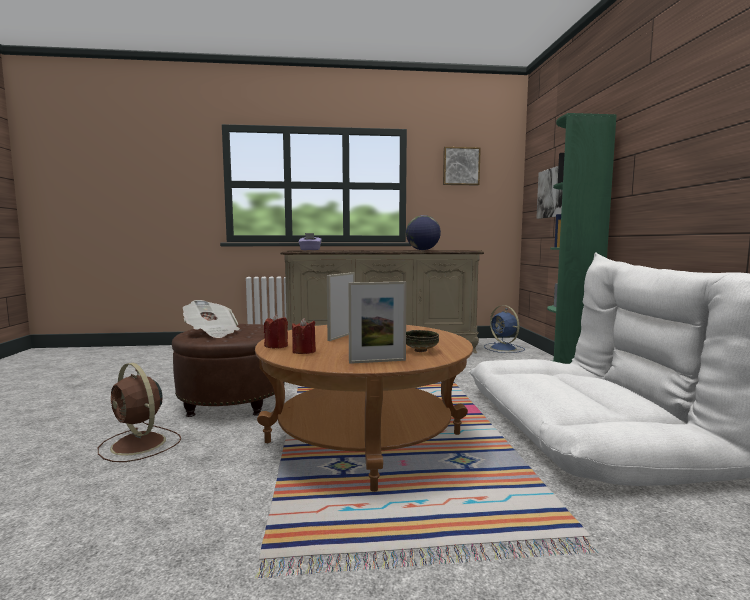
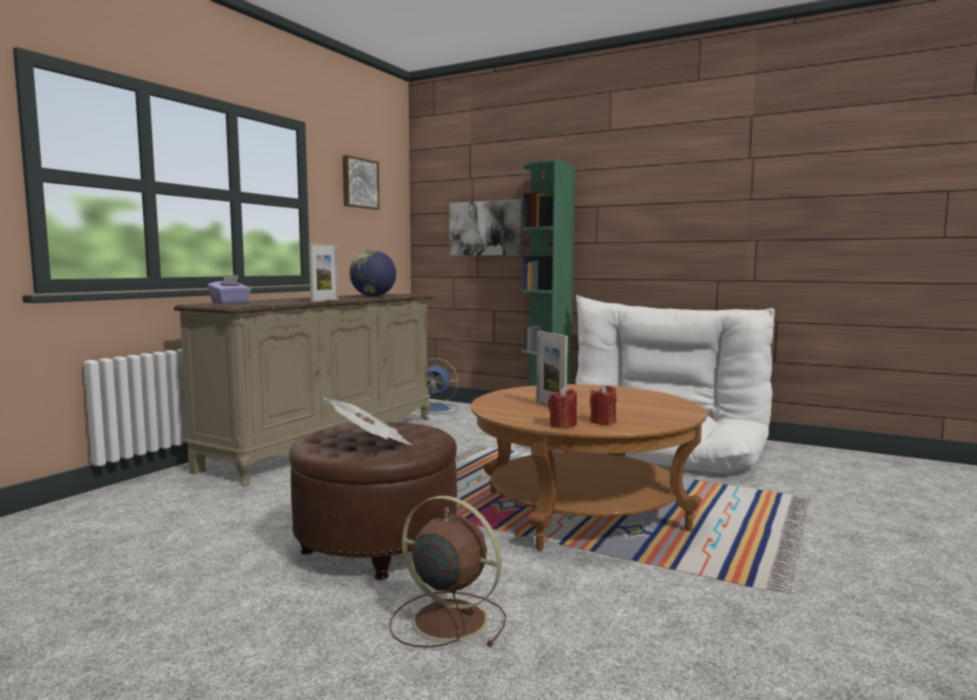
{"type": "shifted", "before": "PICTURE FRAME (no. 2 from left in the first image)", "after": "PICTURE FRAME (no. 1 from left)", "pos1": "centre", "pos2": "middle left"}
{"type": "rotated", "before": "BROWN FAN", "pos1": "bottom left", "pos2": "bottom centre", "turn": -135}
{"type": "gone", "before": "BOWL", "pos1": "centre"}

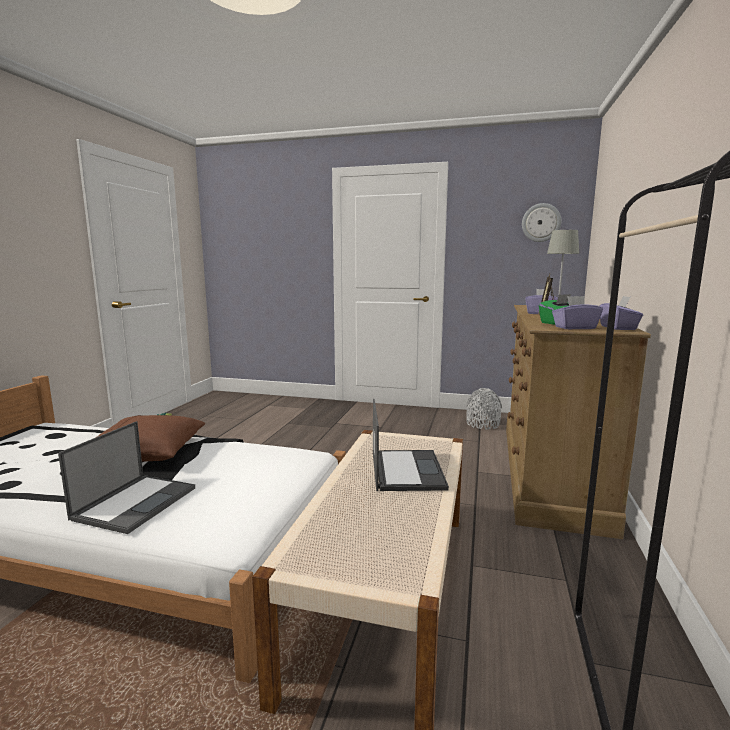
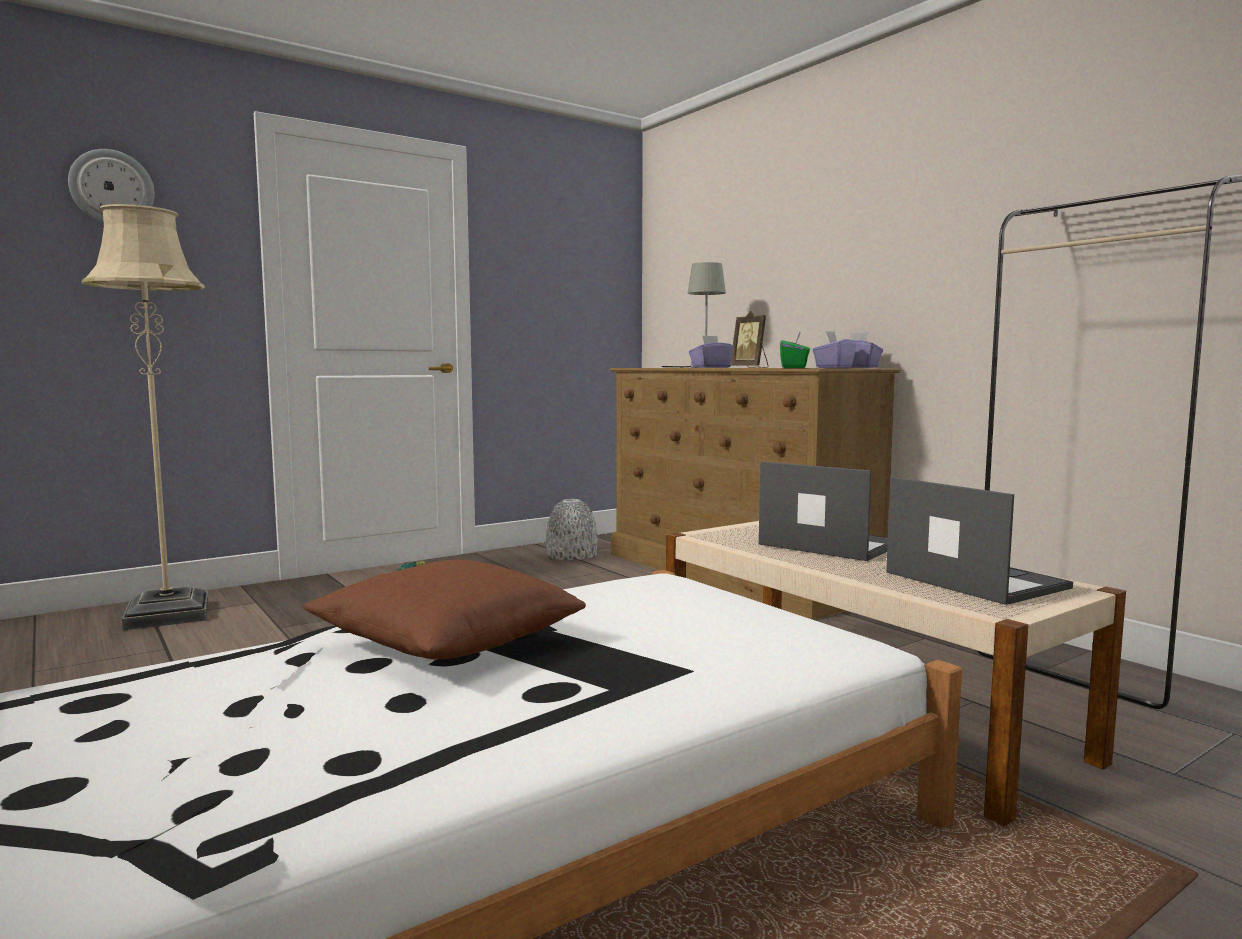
{"type": "shifted", "before": "WALL CLOCK", "pos1": "top right", "pos2": "top left"}
{"type": "new", "after": "BEIGE FLOOR LAMP", "pos2": "middle left"}
{"type": "shifted", "before": "LAPTOP (no. 1 from left in the first image)", "after": "LAPTOP (no. 2 from left)", "pos1": "middle left", "pos2": "middle right"}

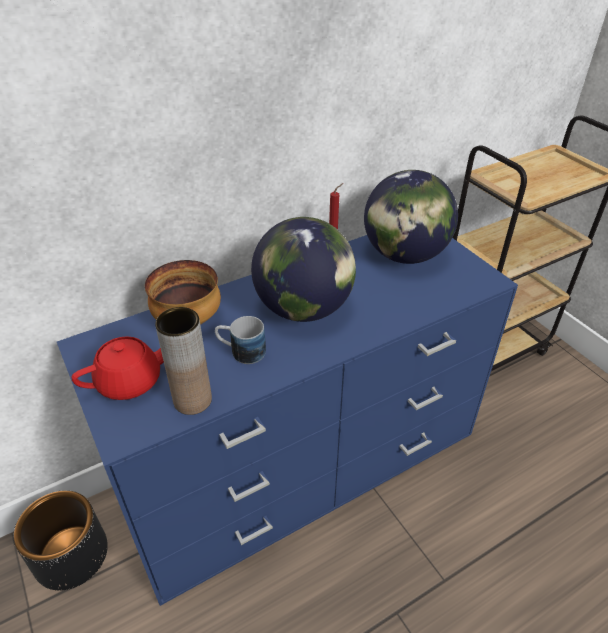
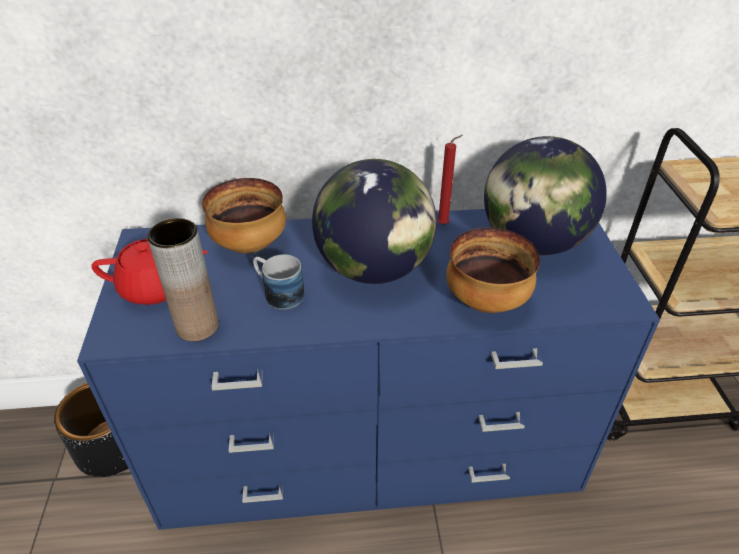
{"type": "new", "after": "BOWL (no. 2 from left)", "pos2": "middle right"}

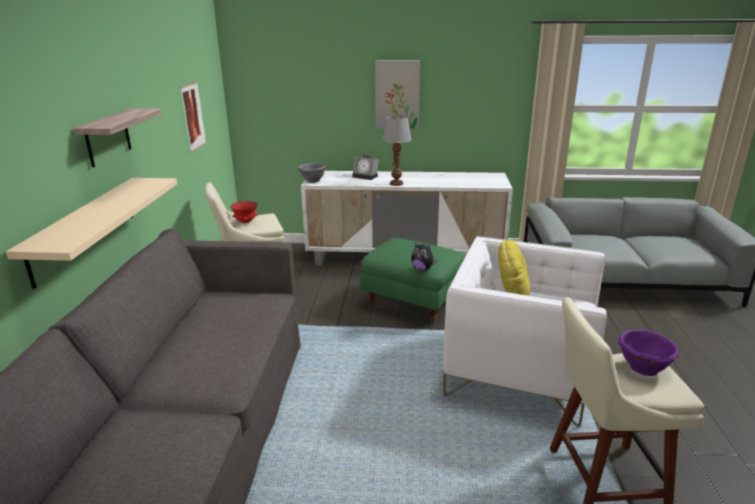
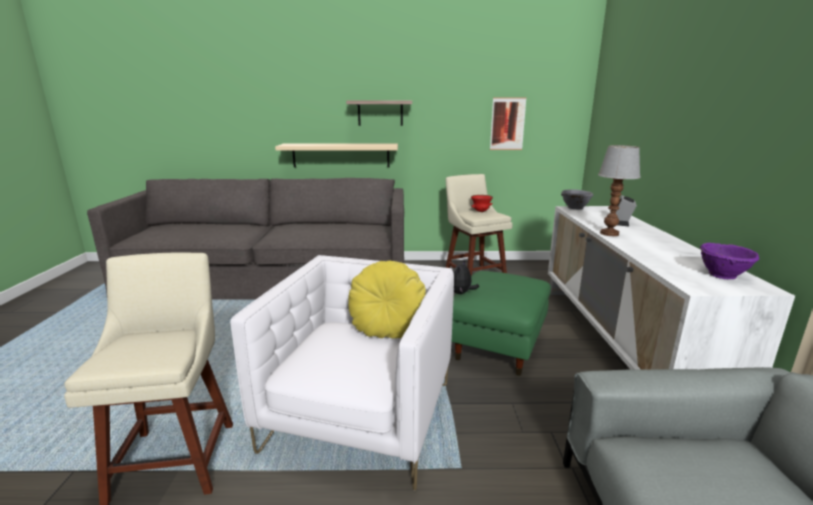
{"type": "shifted", "before": "PURPLE BOWL", "pos1": "bottom right", "pos2": "middle right"}
{"type": "gone", "before": "PICTURE (no. 2 from left)", "pos1": "top centre"}

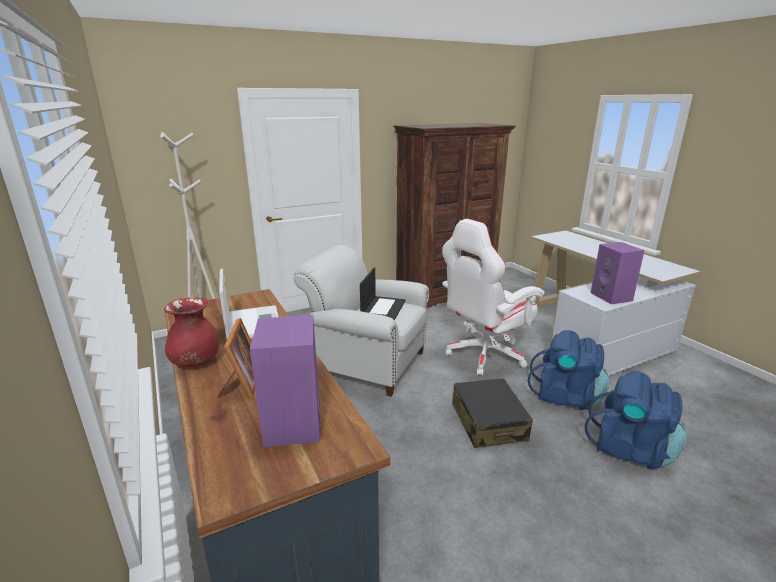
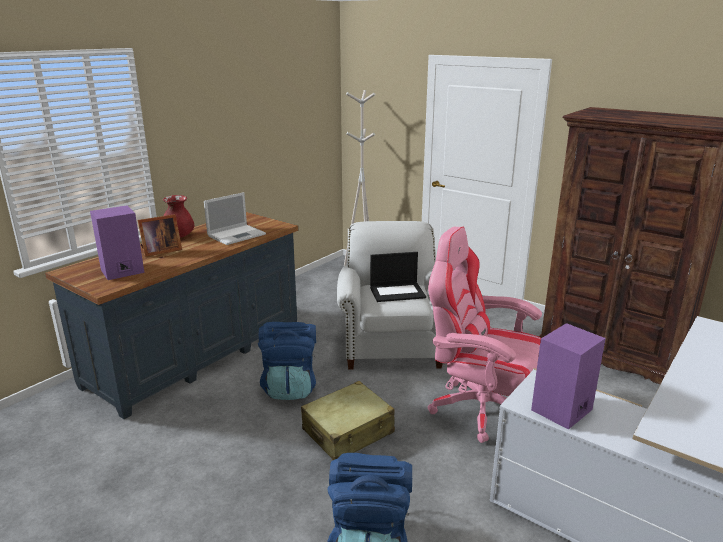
{"type": "shifted", "before": "BLUE BACKPACK (no. 1 from left)", "pos1": "middle right", "pos2": "centre"}
{"type": "repainted", "before": "BLACK SUITCASE", "after": "BEIGE SUITCASE", "pos1": "bottom centre", "pos2": "bottom centre"}
{"type": "repainted", "before": "WHITE OFFICE CHAIR", "after": "PINK OFFICE CHAIR", "pos1": "centre", "pos2": "middle right"}

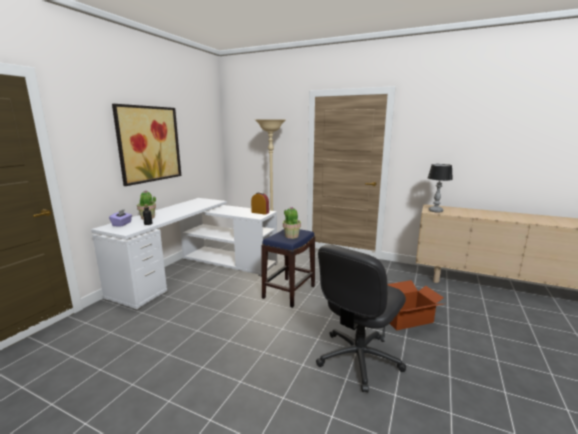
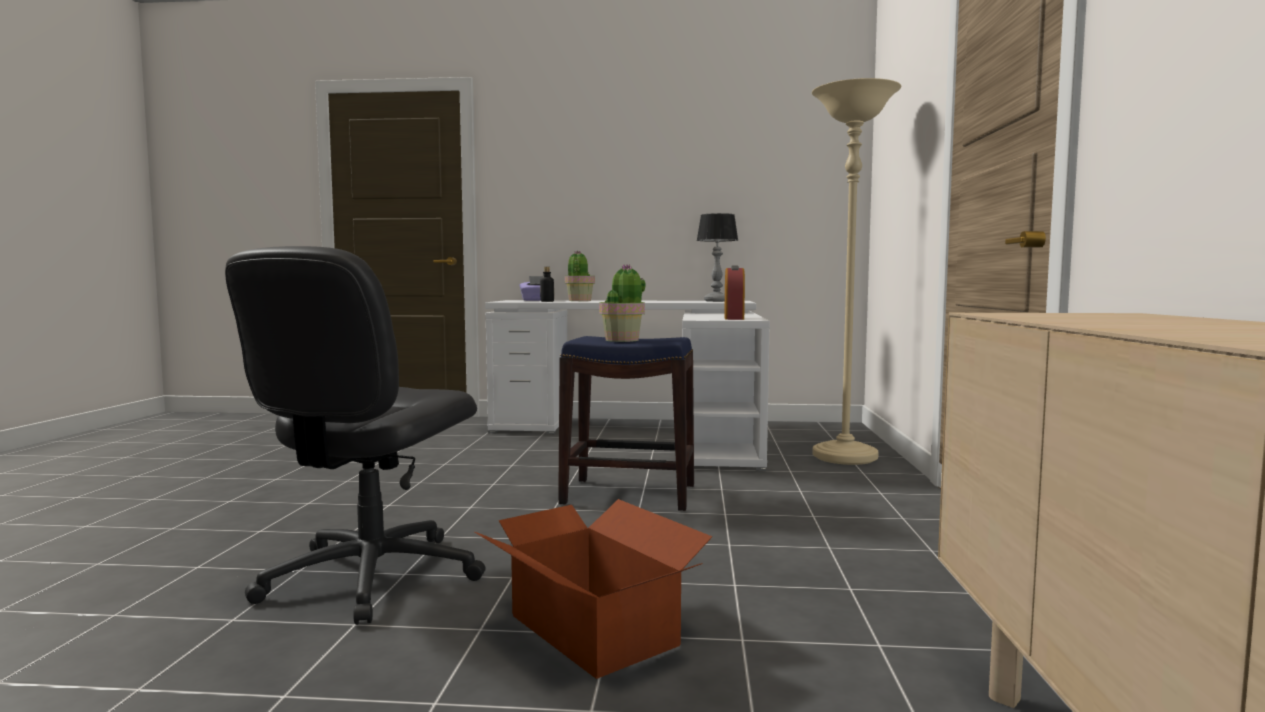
{"type": "rotated", "before": "BLACK OFFICE CHAIR", "pos1": "bottom centre", "pos2": "middle left", "turn": -90}
{"type": "shifted", "before": "TABLE LAMP", "pos1": "middle right", "pos2": "centre"}
{"type": "gone", "before": "PICTURE", "pos1": "middle left"}

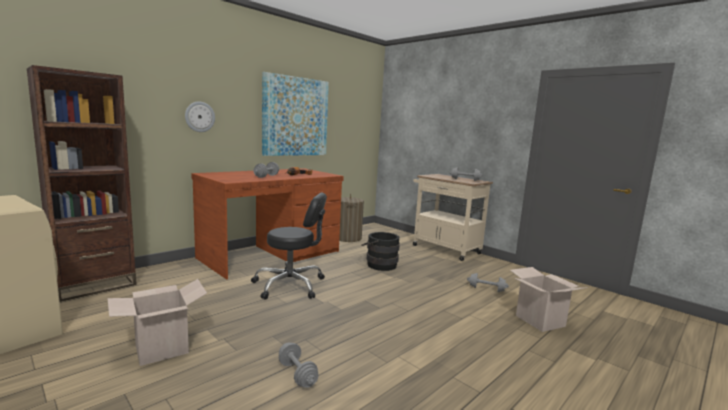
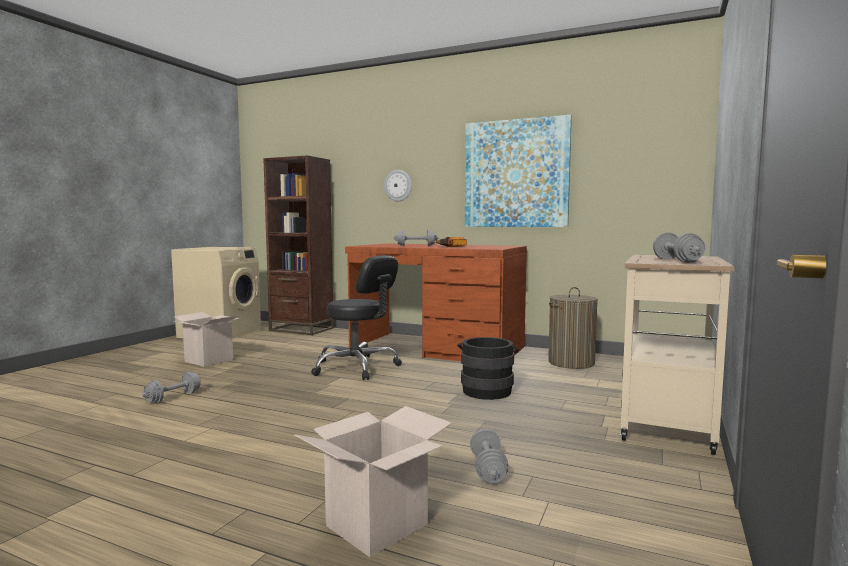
{"type": "rotated", "before": "BLACK OFFICE CHAIR", "pos1": "centre", "pos2": "centre", "turn": -45}

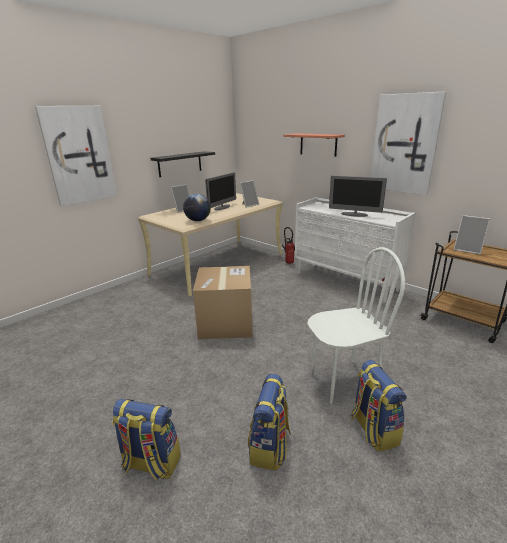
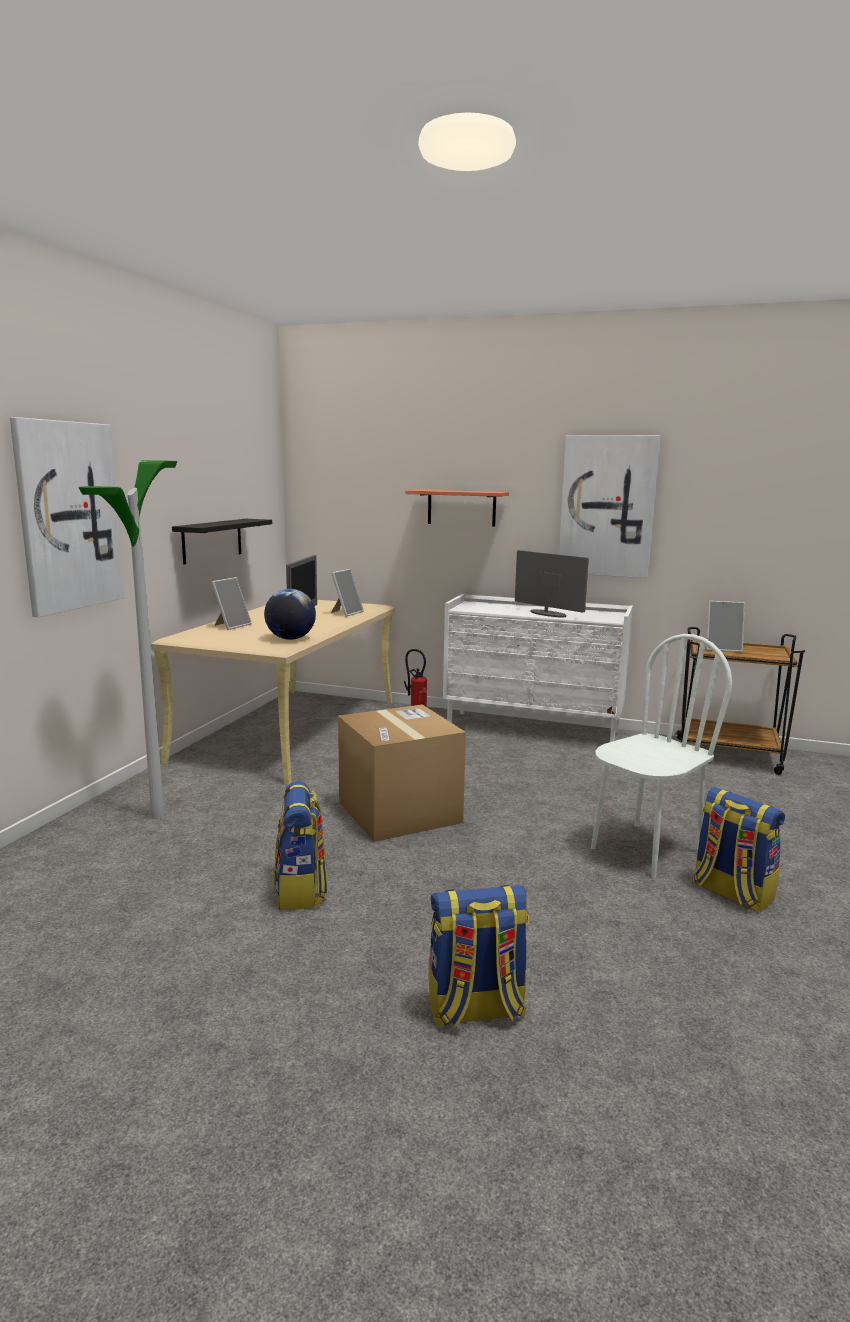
{"type": "new", "after": "FLOOR LAMP", "pos2": "middle left"}
{"type": "shifted", "before": "BACKPACK (no. 2 from left in the first image)", "after": "BACKPACK (no. 1 from left)", "pos1": "bottom centre", "pos2": "centre"}
{"type": "rotated", "before": "MONITOR (no. 2 from left)", "pos1": "middle right", "pos2": "centre", "turn": -135}

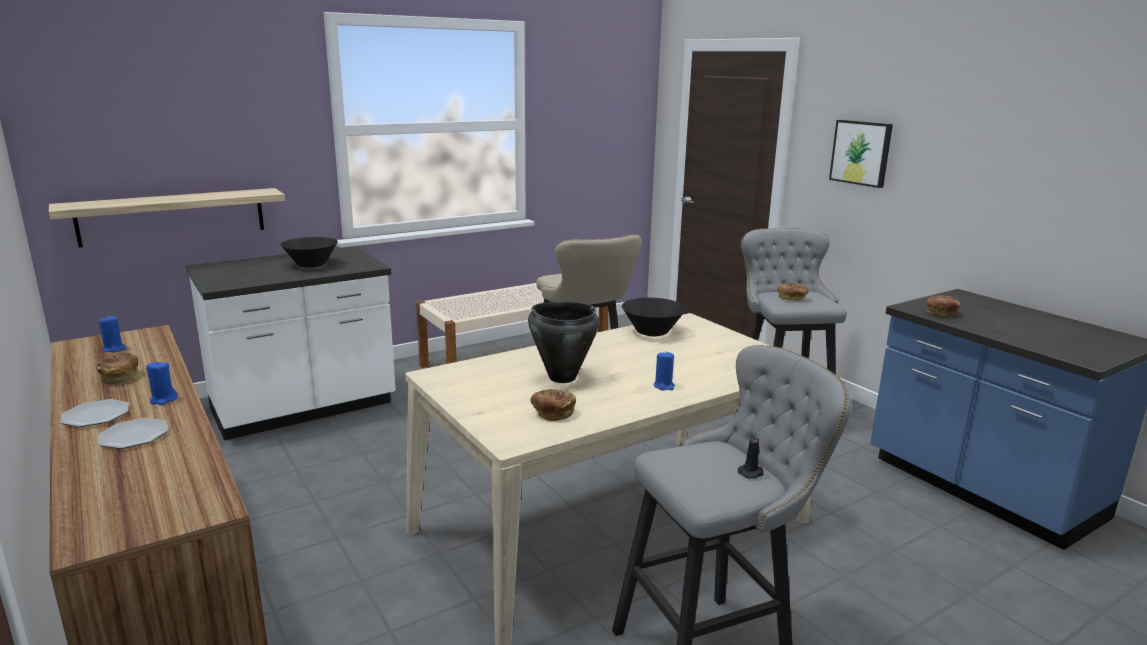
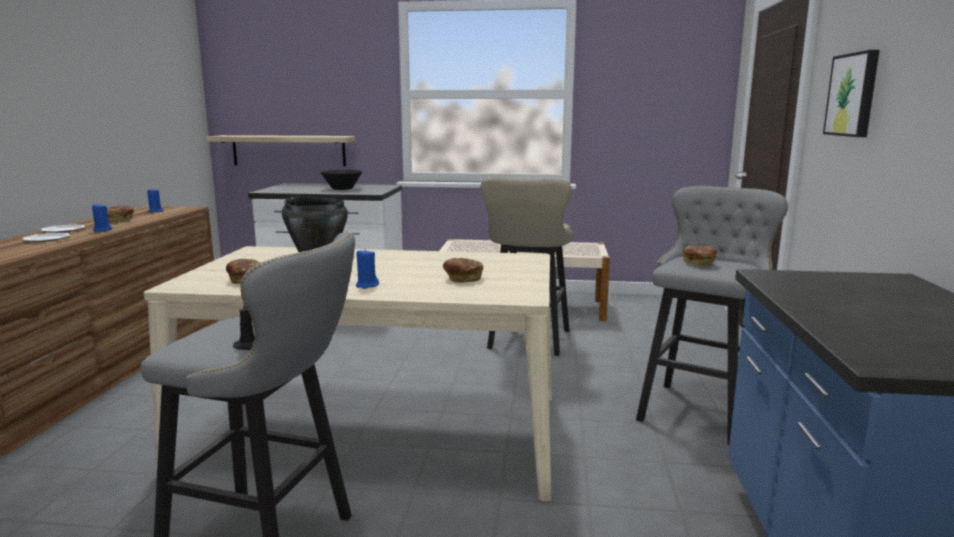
{"type": "shifted", "before": "BREAD (no. 4 from left in the first image)", "after": "BREAD (no. 3 from left)", "pos1": "middle right", "pos2": "centre"}
{"type": "gone", "before": "BLACK BOWL (no. 2 from left)", "pos1": "centre"}

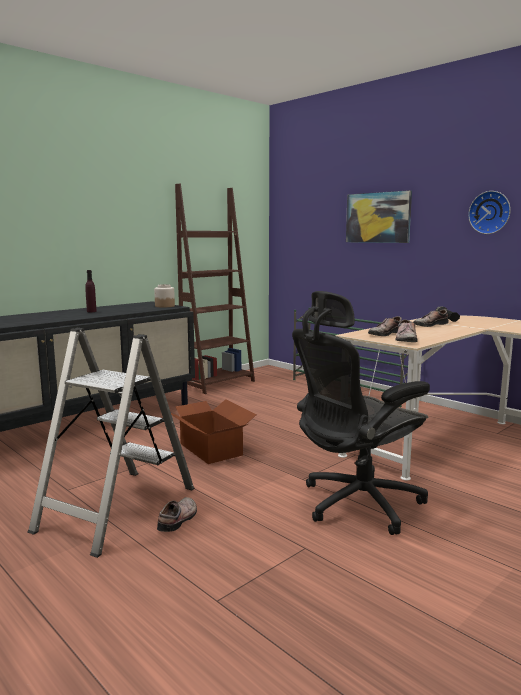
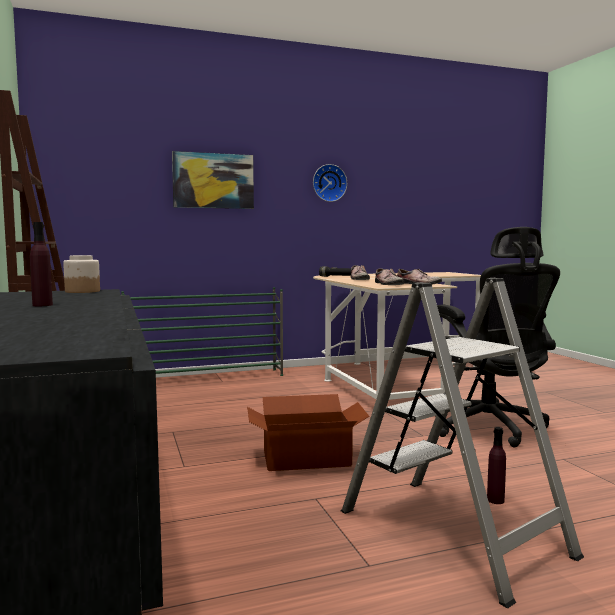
{"type": "swapped", "before": "SHOE (no. 1 from left)", "after": "PURPLE BOTTLE (no. 2 from left)", "pos1": "bottom centre", "pos2": "bottom right"}

